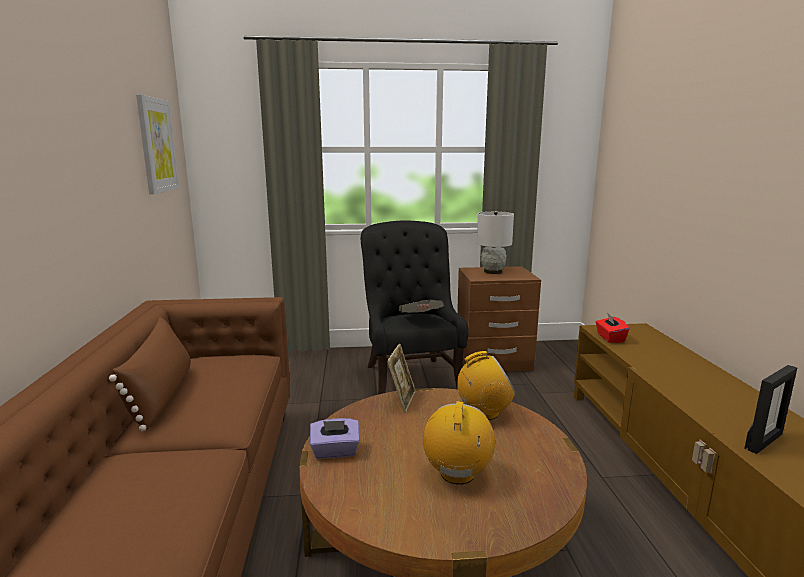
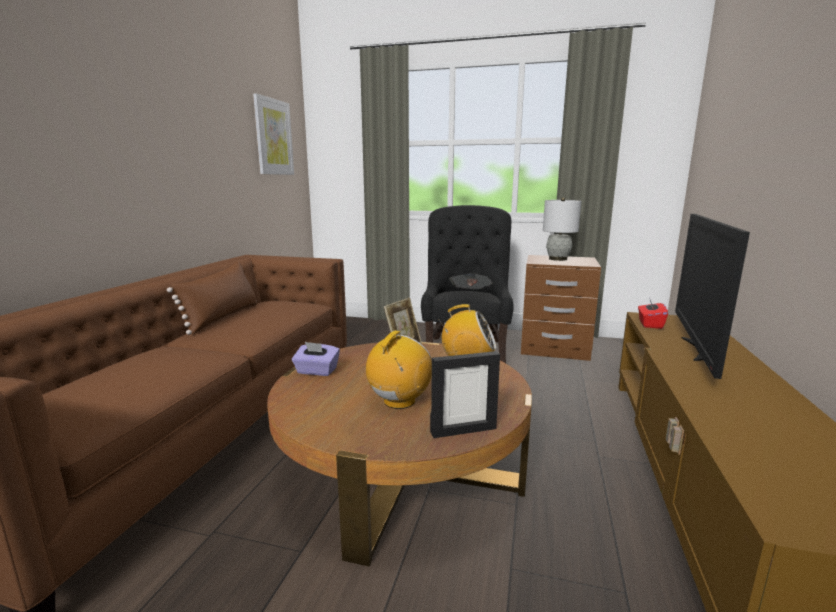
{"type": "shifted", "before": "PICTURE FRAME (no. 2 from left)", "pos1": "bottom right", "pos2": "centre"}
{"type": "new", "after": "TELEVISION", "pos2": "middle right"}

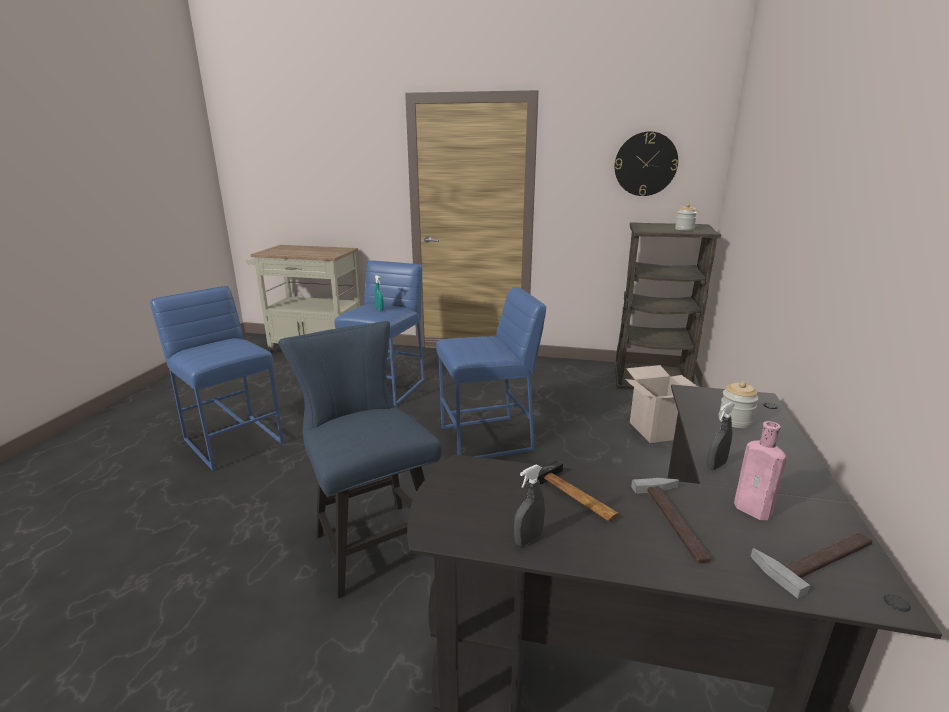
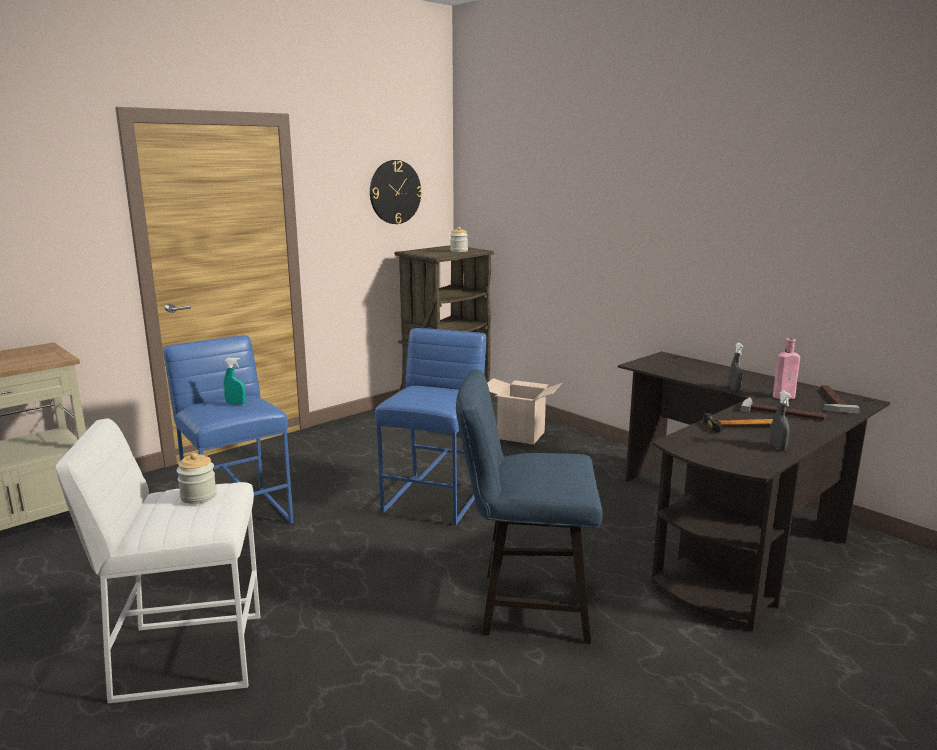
{"type": "repainted", "before": "BLUE STOOL (no. 1 from left)", "after": "WHITE STOOL", "pos1": "middle left", "pos2": "bottom left"}
{"type": "shifted", "before": "JAR (no. 2 from left in the first image)", "after": "JAR (no. 1 from left)", "pos1": "middle right", "pos2": "middle left"}

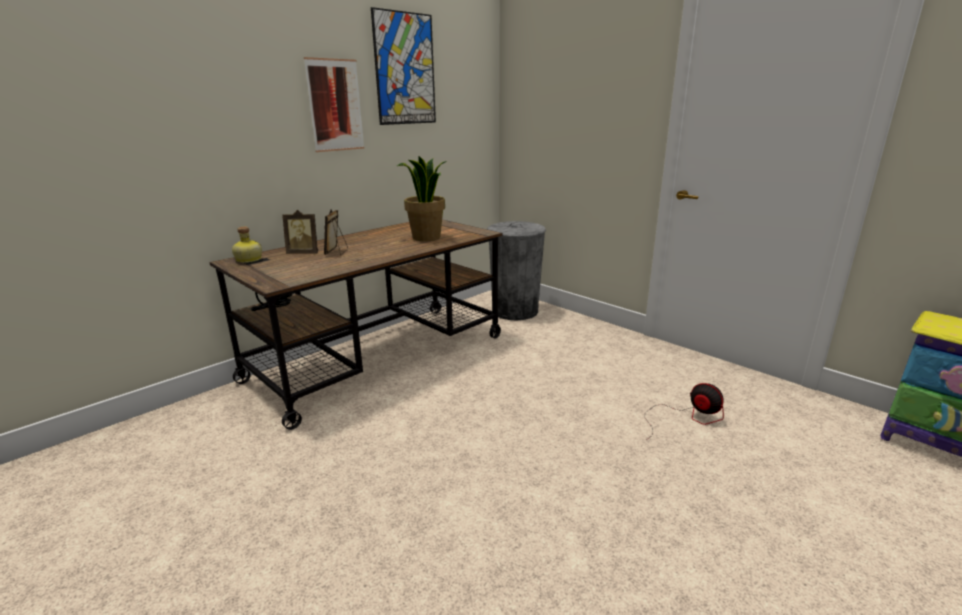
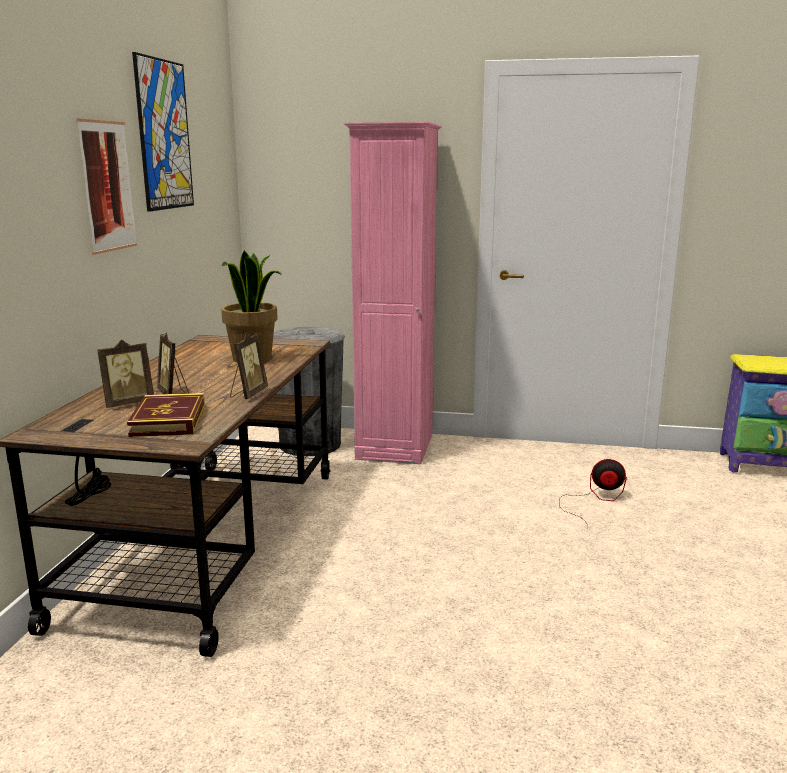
{"type": "new", "after": "BOOK", "pos2": "middle left"}
{"type": "new", "after": "PICTURE FRAME (no. 3 from left)", "pos2": "middle left"}
{"type": "new", "after": "PINK CABINET", "pos2": "centre"}
{"type": "gone", "before": "BOTTLE", "pos1": "middle left"}

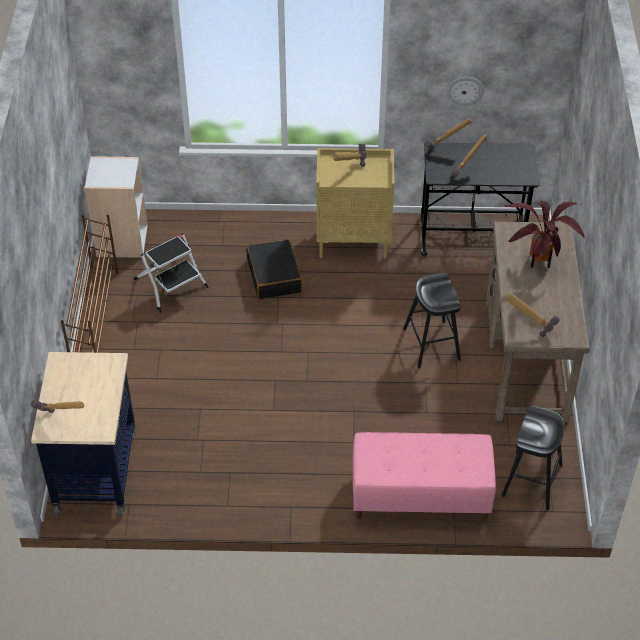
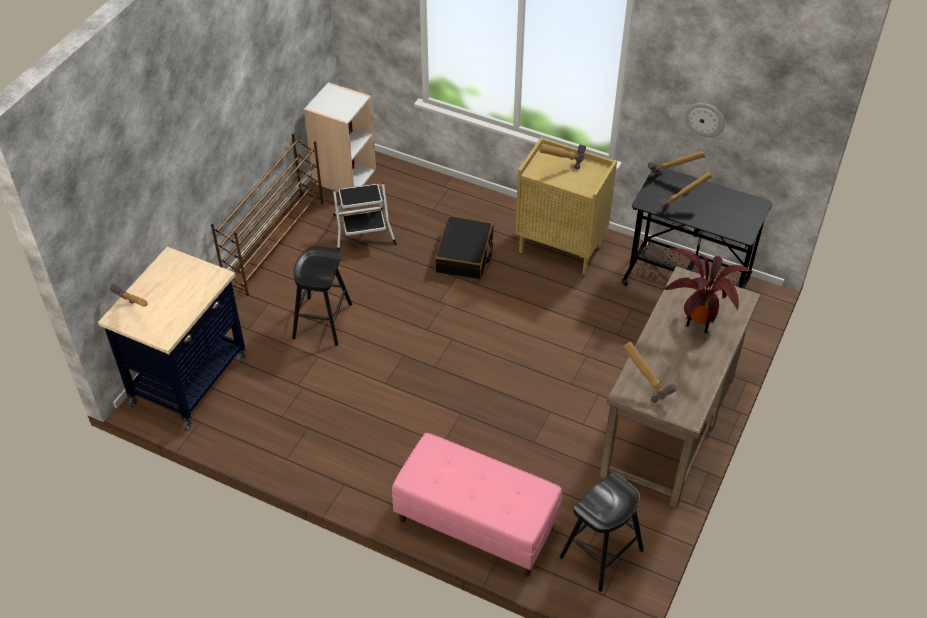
{"type": "shifted", "before": "BLACK STOOL (no. 1 from left)", "pos1": "middle right", "pos2": "centre"}

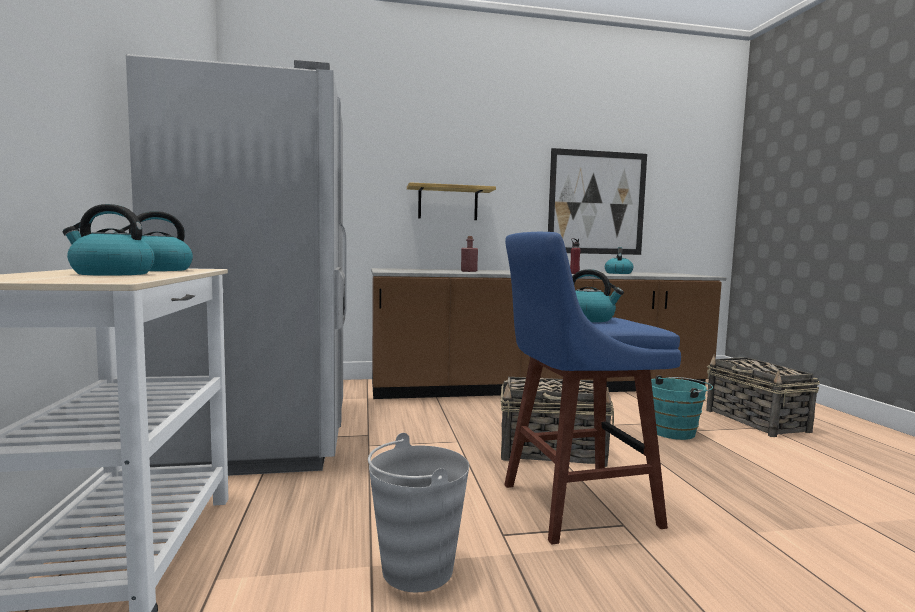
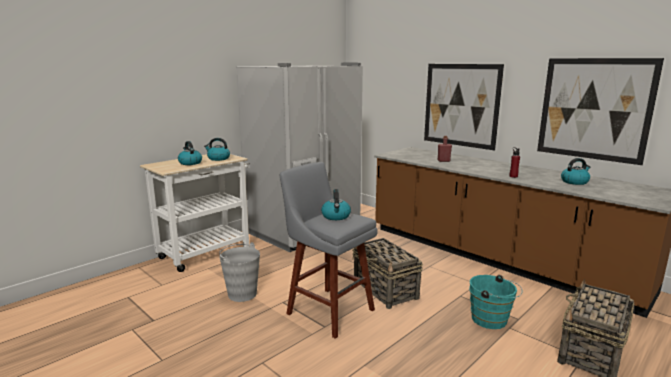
{"type": "repainted", "before": "BLUE STOOL", "after": "GREY STOOL", "pos1": "centre", "pos2": "centre"}
{"type": "swapped", "before": "SHELF", "after": "PICTURE (no. 1 from left)", "pos1": "top centre", "pos2": "top right"}

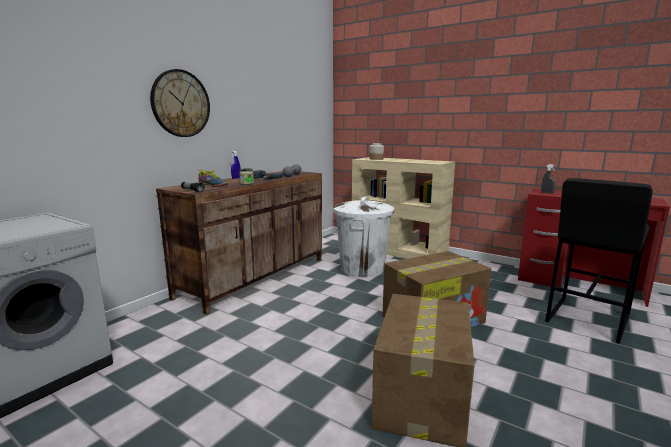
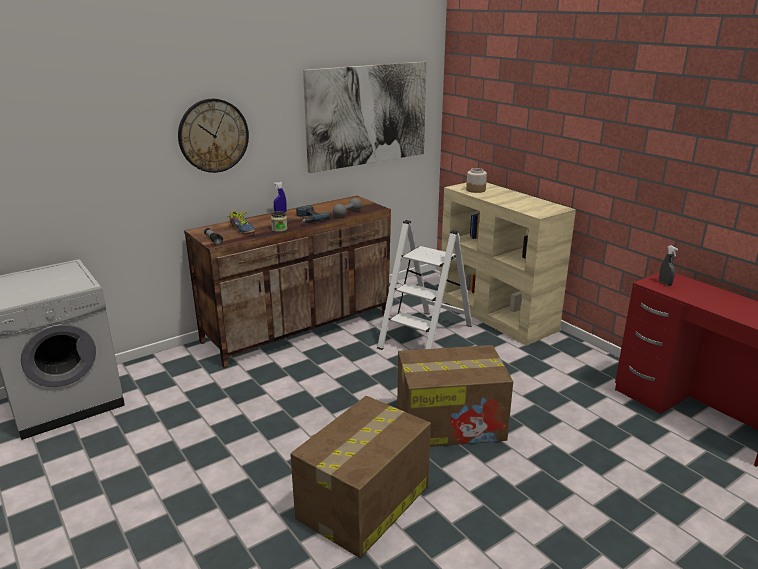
{"type": "new", "after": "PICTURE", "pos2": "top centre"}
{"type": "swapped", "before": "WHITE TRASH CAN", "after": "WHITE STEP LADDER", "pos1": "centre", "pos2": "centre"}
{"type": "gone", "before": "BLACK STOOL", "pos1": "middle right"}

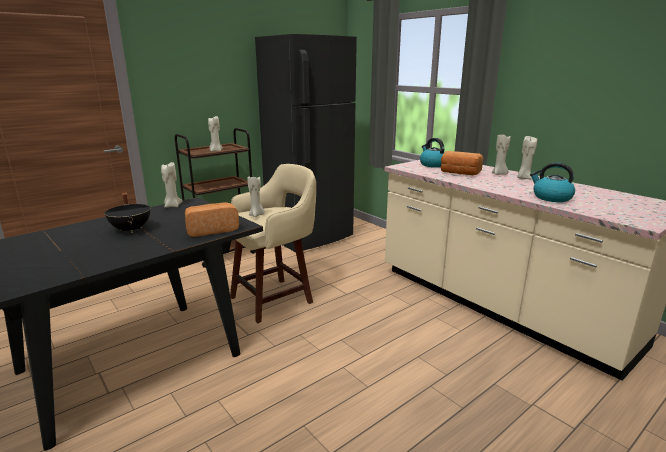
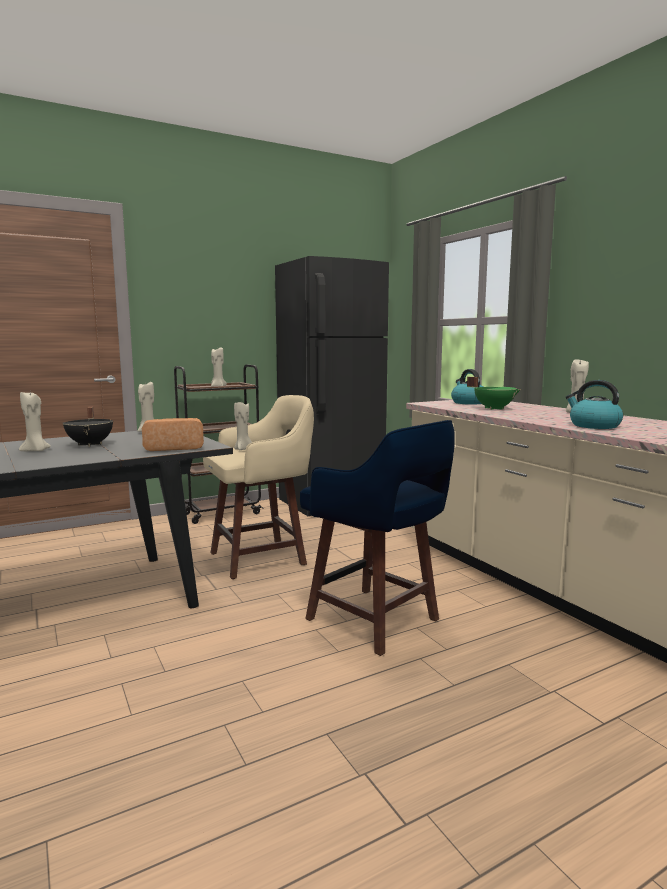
{"type": "shifted", "before": "BEIGE CANDLE (no. 4 from left in the first image)", "after": "BEIGE CANDLE (no. 1 from left)", "pos1": "middle right", "pos2": "middle left"}
{"type": "new", "after": "BLUE STOOL", "pos2": "centre"}
{"type": "swapped", "before": "BREAD (no. 2 from left)", "after": "GREEN COOKING POT", "pos1": "middle right", "pos2": "middle right"}

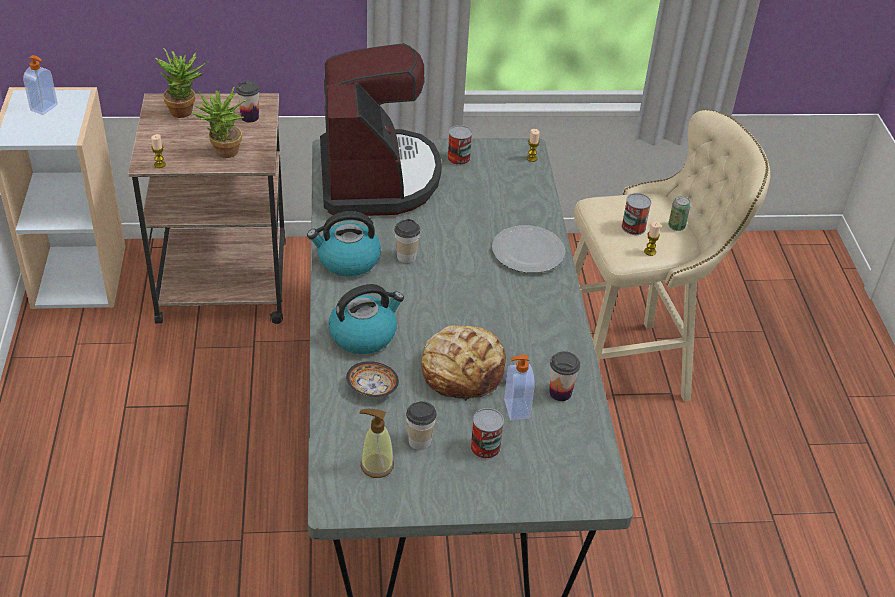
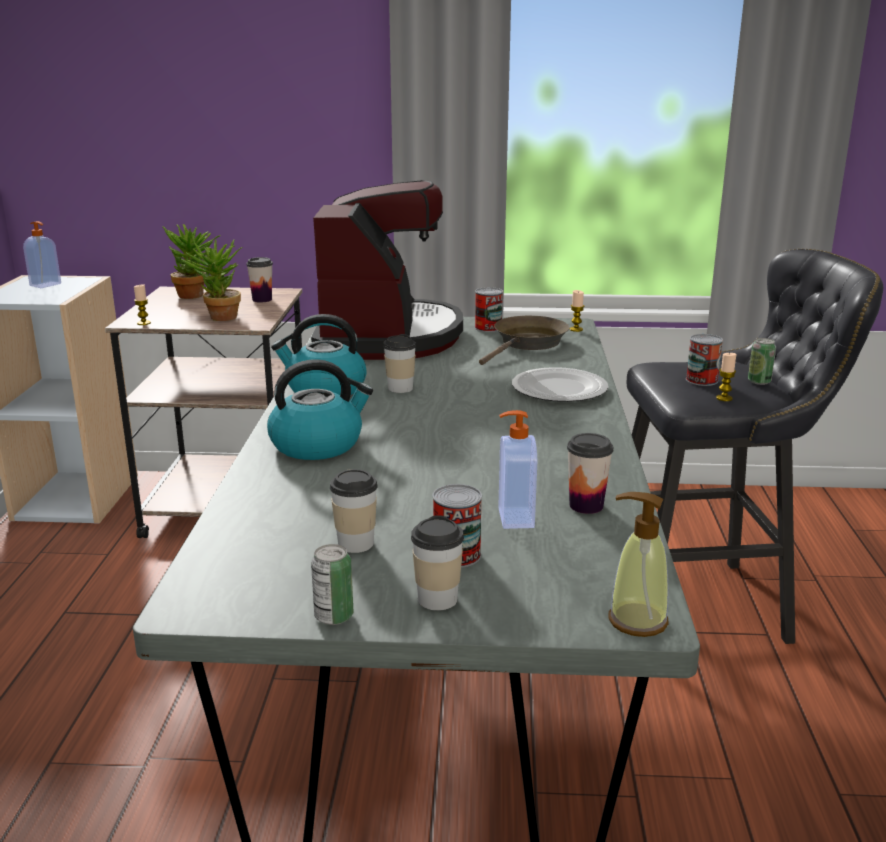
{"type": "new", "after": "CAN (no. 1 from left)", "pos2": "bottom centre"}
{"type": "new", "after": "CUP (no. 4 from left)", "pos2": "bottom centre"}
{"type": "new", "after": "BROWN FRYING PAN", "pos2": "centre"}
{"type": "shifted", "before": "SOAP DISPENSER (no. 2 from left in the first image)", "after": "SOAP DISPENSER (no. 3 from left)", "pos1": "bottom centre", "pos2": "bottom right"}
{"type": "repainted", "before": "BEIGE STOOL", "after": "BLACK STOOL", "pos1": "middle right", "pos2": "middle right"}
{"type": "gone", "before": "BOWL", "pos1": "centre"}
{"type": "gone", "before": "BREAD", "pos1": "centre"}

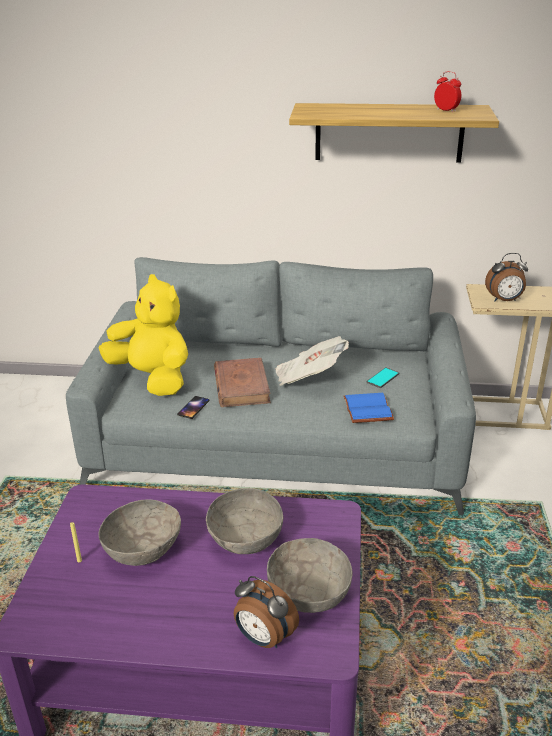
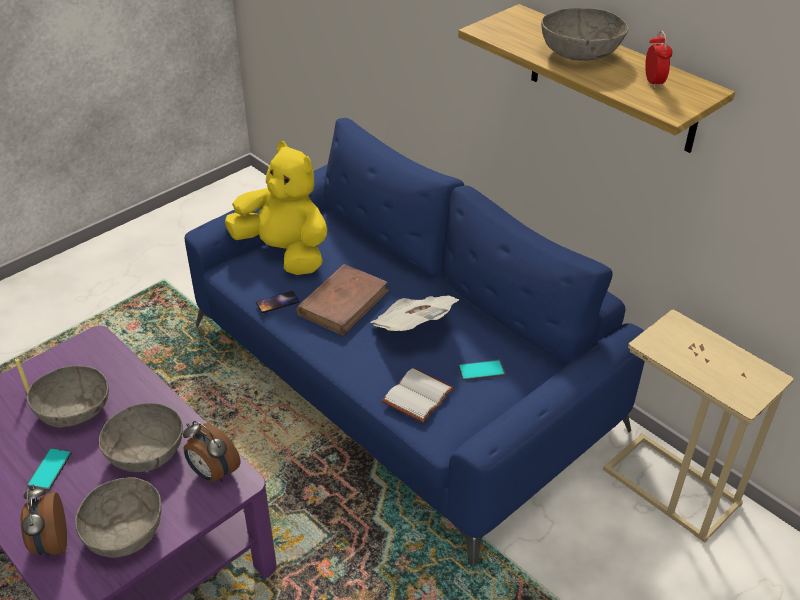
{"type": "new", "after": "PHONE (no. 1 from left)", "pos2": "bottom left"}
{"type": "shifted", "before": "ALARM CLOCK (no. 3 from left in the first image)", "after": "ALARM CLOCK (no. 2 from left)", "pos1": "middle right", "pos2": "bottom left"}
{"type": "repainted", "before": "GREY SOFA", "after": "BLUE SOFA", "pos1": "centre", "pos2": "centre"}
{"type": "rotated", "before": "YELLOW PLUSH TOY", "pos1": "middle left", "pos2": "centre", "turn": -45}
{"type": "repainted", "before": "BLUE BOOK", "after": "WHITE BOOK", "pos1": "middle right", "pos2": "centre"}
{"type": "new", "after": "GREY BOWL (no. 4 from left)", "pos2": "top right"}

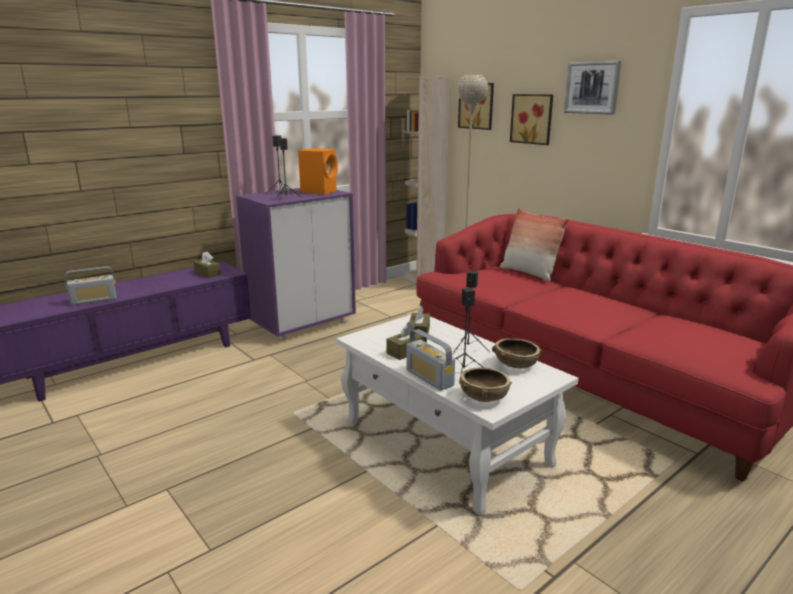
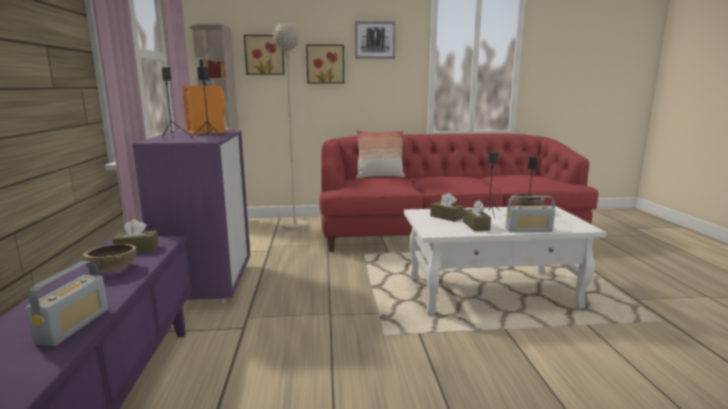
{"type": "shifted", "before": "BROWN BOWL (no. 1 from left)", "pos1": "centre", "pos2": "middle left"}

